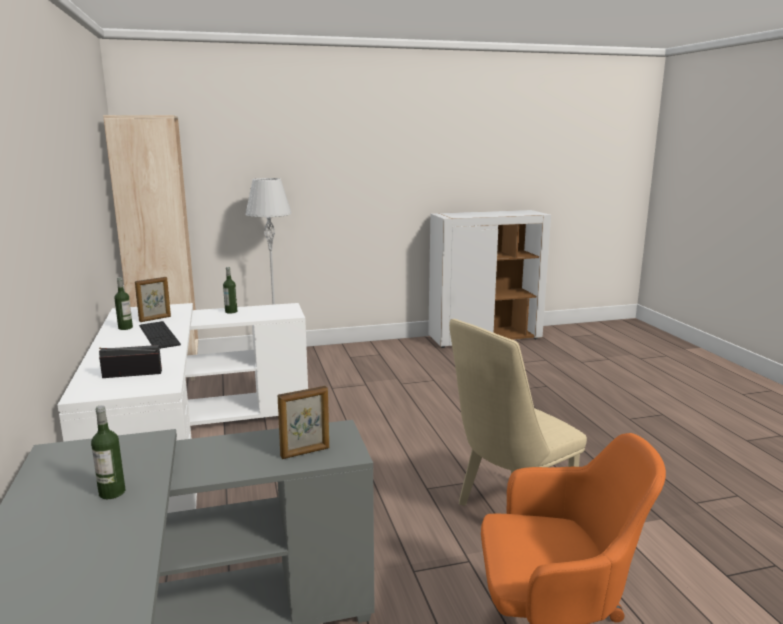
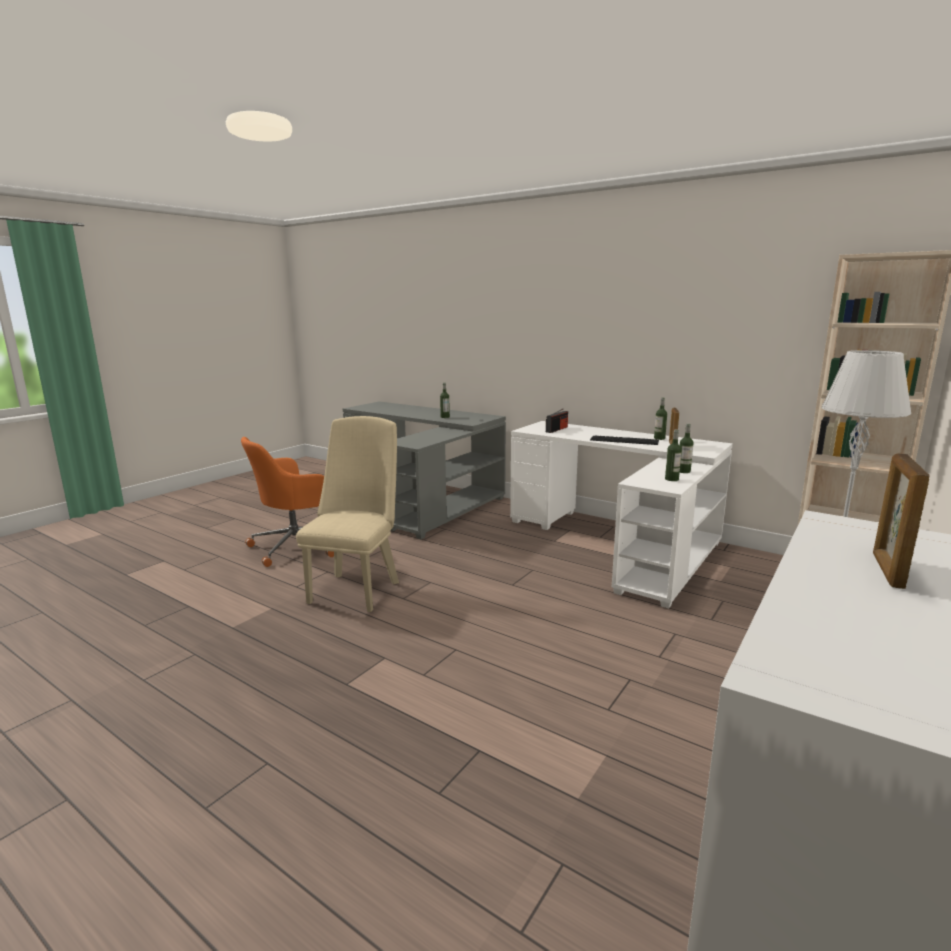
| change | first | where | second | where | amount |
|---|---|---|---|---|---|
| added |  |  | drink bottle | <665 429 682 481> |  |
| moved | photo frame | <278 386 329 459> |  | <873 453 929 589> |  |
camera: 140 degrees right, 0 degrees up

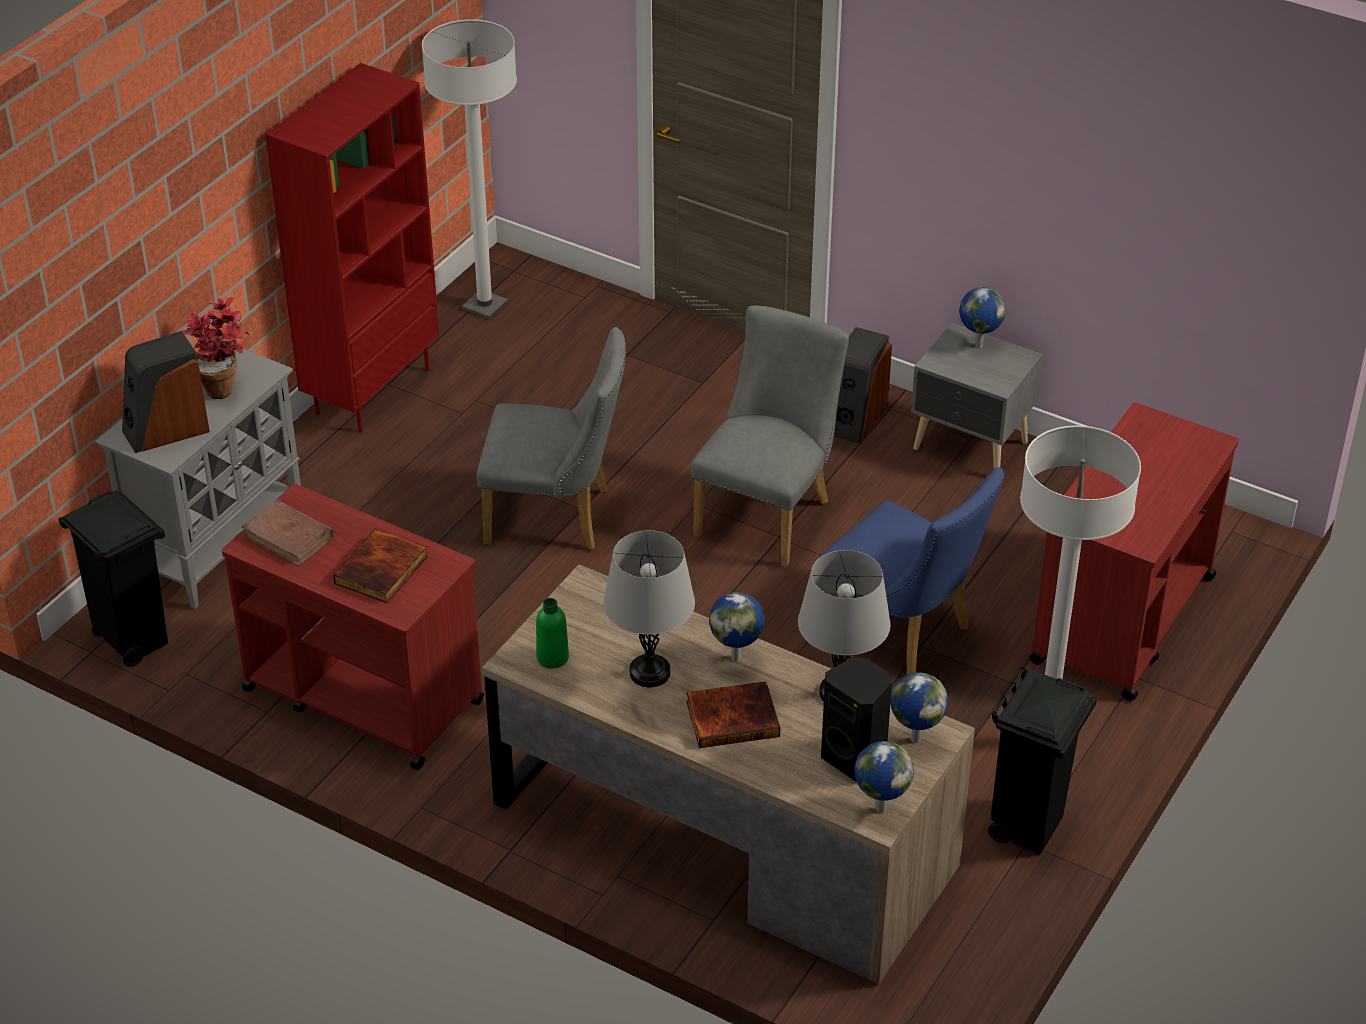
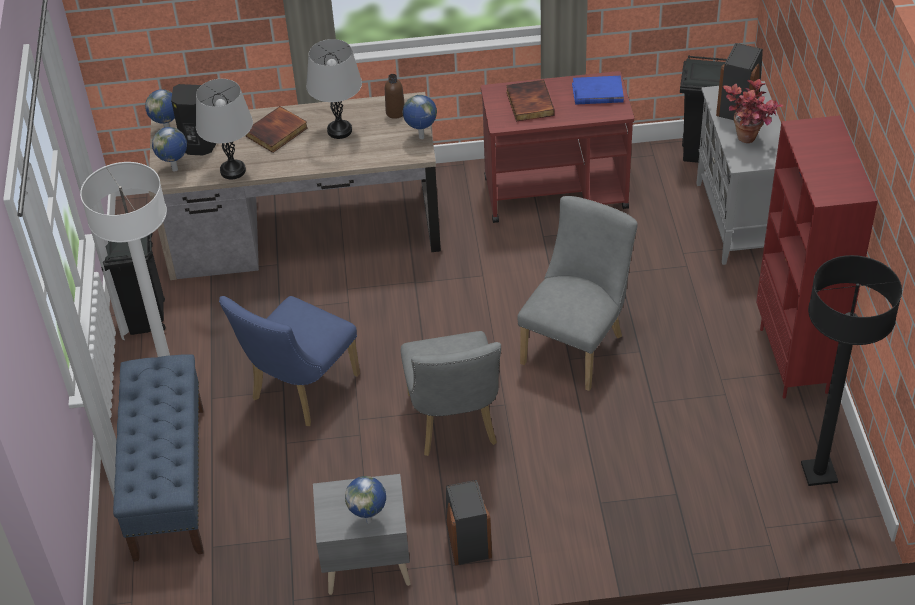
| change | first | where | second | where | amount |
|---|---|---|---|---|---|
| moved | desk globe | <709 592 765 662> |  | <403 95 437 139> |  |
| replaced | cart (red-coloured) | <1029 402 1239 701> | indoor bench (bluish) | <113 354 203 562> |  |
| recoloured | book (brown) | <241 500 334 566> | book (bluish) | <572 76 624 105> |  |
| recoloured | standing lamp (whitish) | <422 19 517 319> | standing lamp (black-coloured) | <801 255 902 486> |  |
| recoloured | drink bottle (green-coloured) | <536 598 569 669> | drink bottle (brown) | <385 74 405 119> |  |
| turned | chair (greyish) | <477 327 626 550> |  | <517 196 638 391> | 150 degrees clockwise |
| turned | chair (bluish) | <818 467 1005 675> |  | <219 296 360 426> | 60 degrees counterclockwise |
camera: 145 degrees right, 5 degrees up

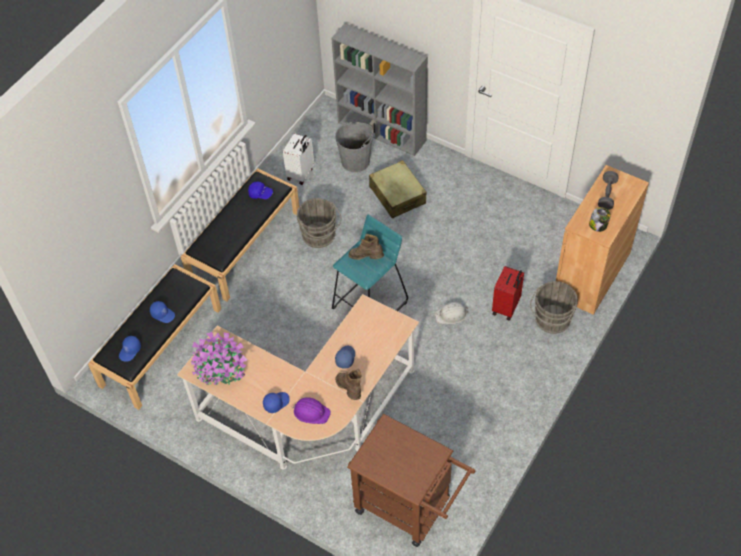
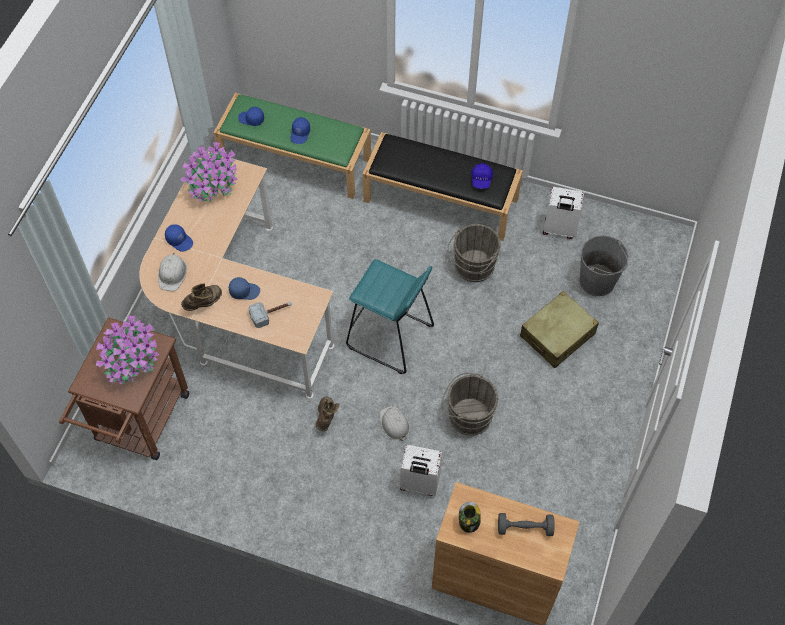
| change | first | where | second | where | amount |
|---|---|---|---|---|---|
| removed | bookcase (greyish) | <331 23 428 156> |  |  |  |
| added |  |  | houseplant | <96 316 159 384> |  |
| added |  |  | hammer | <249 302 291 328> |  |
| moved | tall boot (brown) | <348 234 384 260> |  | <316 397 340 431> |  |
| moved | water bucket (greyish) | <530 281 578 334> |  | <442 373 498 436> |  |
| recoloured | indoor bench (black-coloured) | <88 264 221 410> | indoor bench (green-coloured) | <214 93 371 199> |  |
| recoloured | safety helmet (purple) | <291 397 331 424> | safety helmet (whitish) | <158 253 187 291> |  |
| recoloured | piece of luggage (red-coloured) | <492 266 524 320> | piece of luggage (whitish) | <400 445 442 496> |  |
camera: 75 degrees right, 5 degrees up

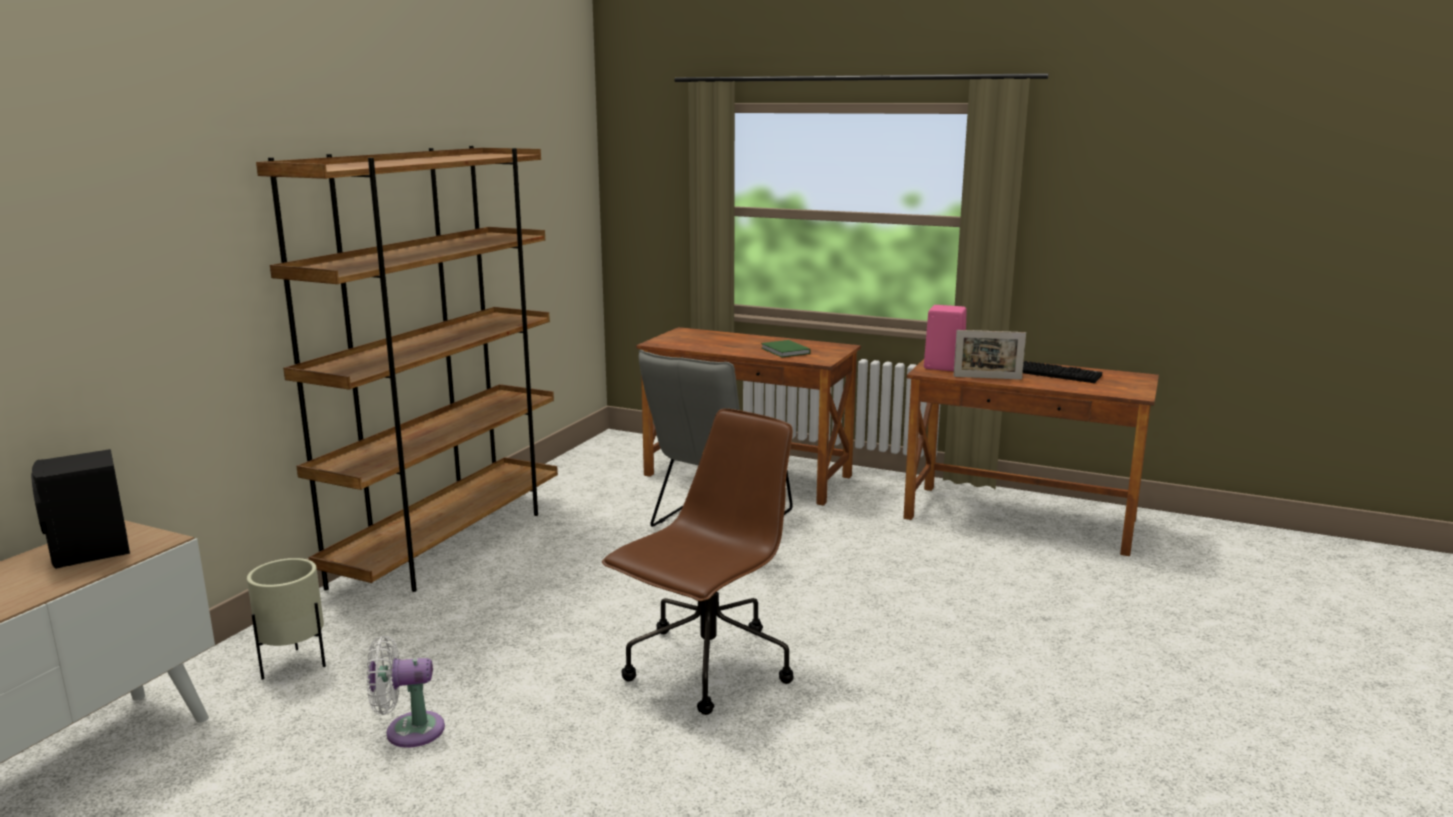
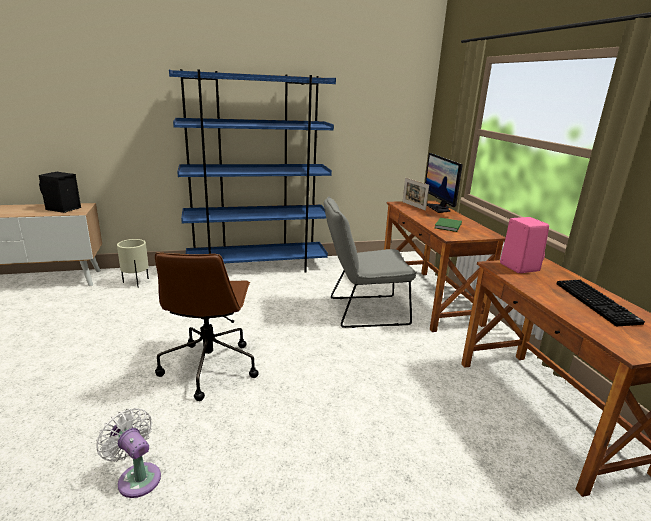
| change | first | where | second | where | amount |
|---|---|---|---|---|---|
| added |  |  | computer screen | <425 153 463 213> |  |
| moved | cooling fan (whitish) | <367 636 445 748> |  | <96 408 161 498> |  |
| moved | photo frame | <953 330 1026 380> |  | <403 178 429 211> |  |
| recoloured | bookcase (brown) | <256 146 558 592> | bookcase (bluish) | <169 69 336 273> |  |
| turned | desk chair (brown) | <602 409 793 715> |  | <155 253 259 401> | 90 degrees clockwise |
camera: 50 degrees right, 5 degrees up

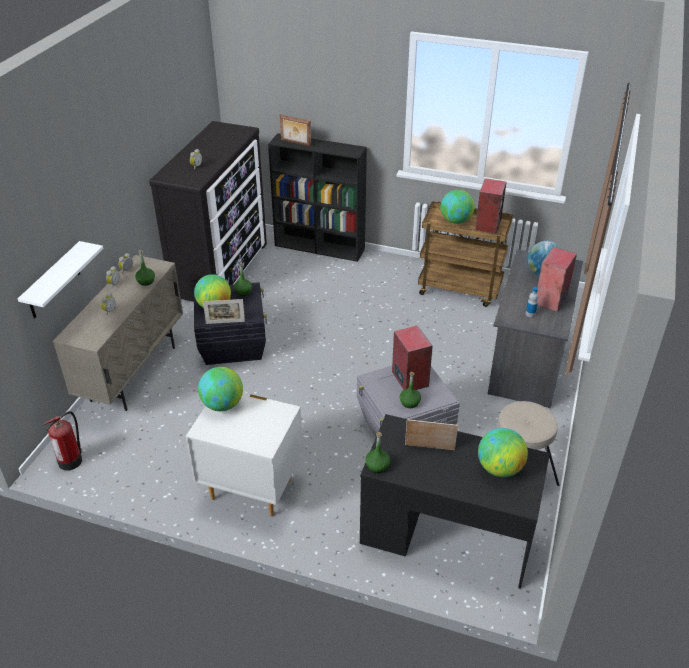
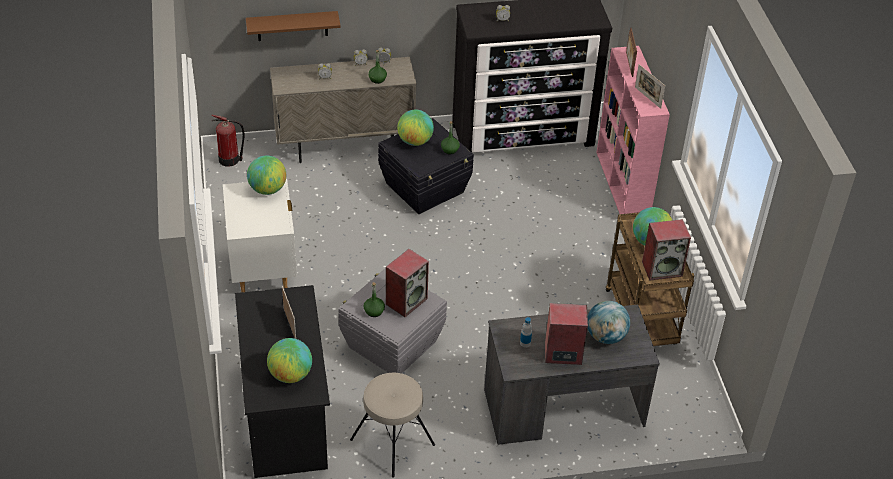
| change | first | where | second | where | amount |
|---|---|---|---|---|---|
| removed | drink bottle (green-coloured) | <365 432 390 473> |  |  |  |
| moved | photo frame | <203 299 245 324> |  | <635 64 665 109> |  |
| recoloured | wall shelf (whitish) | <18 241 103 319> | wall shelf (brown) | <246 11 341 41> |  |
| recoloured | bookcase (black-coloured) | <268 133 367 262> | bookcase (pink) | <597 46 670 214> |  |
camera: 60 degrees right, 5 degrees up

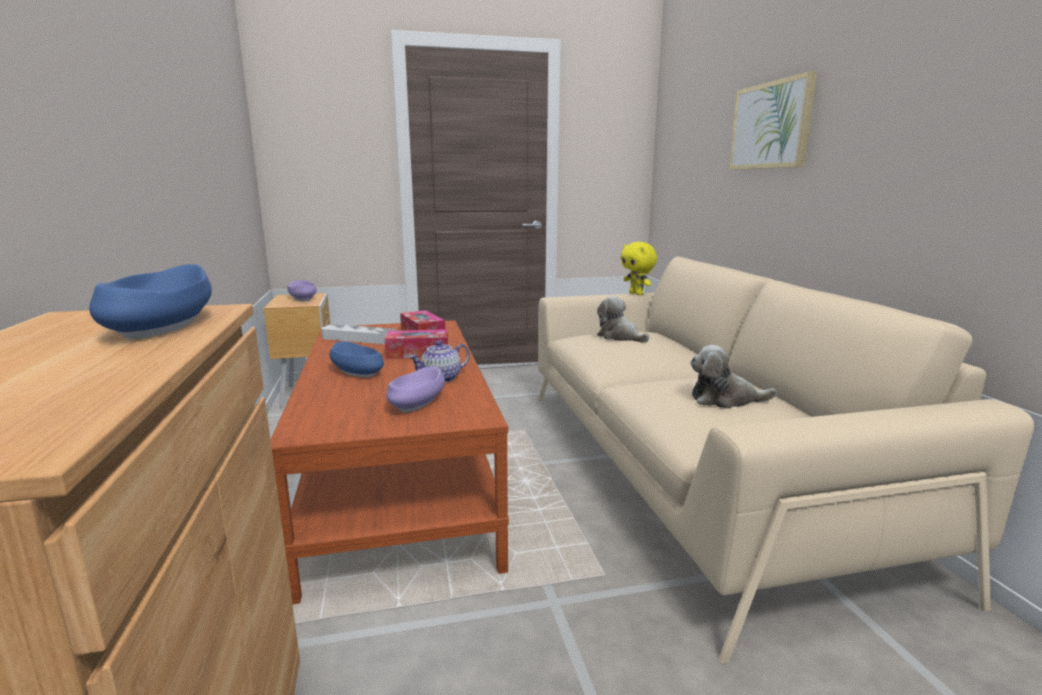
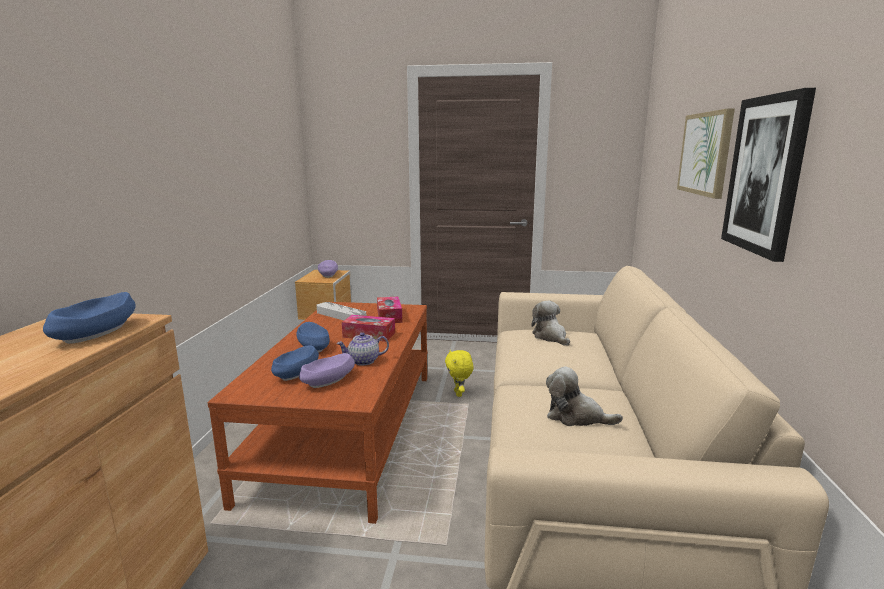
| change | first | where | second | where | amount |
|---|---|---|---|---|---|
| added |  |  | deep dish (bluish) | <271 345 319 381> |  |
| added |  |  | wall art | <721 88 816 262> |  |
| moved | plush toy (yellowish) | <621 242 657 295> |  | <445 350 473 397> |  |
camera: 20 degrees right, 0 degrees up

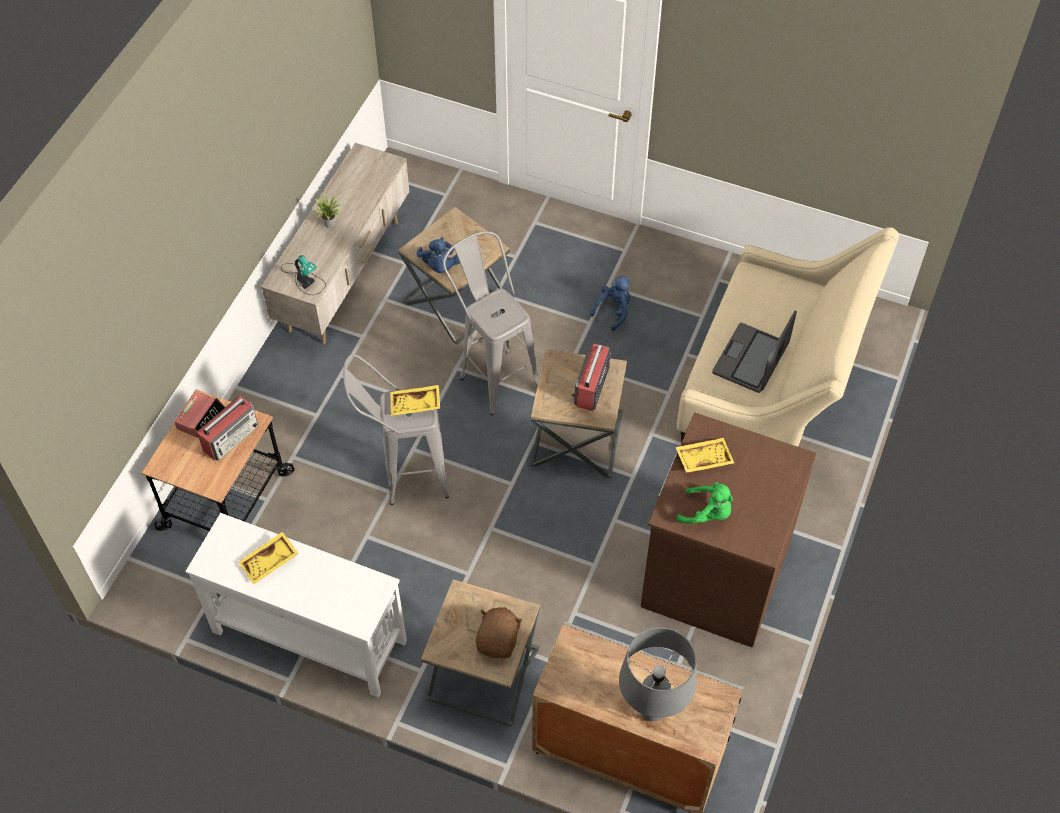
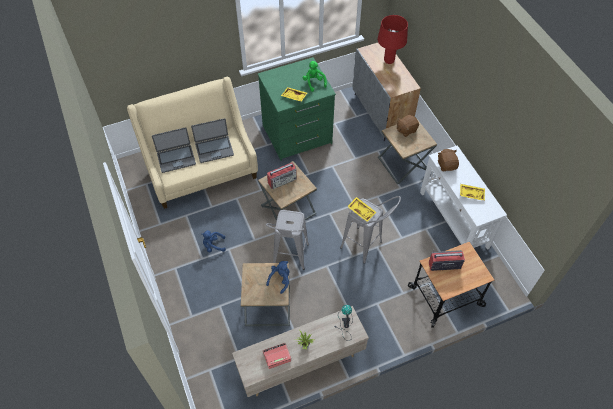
| change | first | where | second | where | amount |
|---|---|---|---|---|---|
| added |  |  | laptop | <152 127 196 173> |  |
| added |  |  | plush toy (brown) | <438 149 459 171> |  |
| moved | table clock | <174 391 225 438> |  | <263 343 291 369> |  |
| recoloured | tabletop lamp (greyish) | <619 627 697 722> | tabletop lamp (red-coloured) | <378 15 408 64> |  |
| recoloured | drawer chest (brown) | <641 413 817 647> | drawer chest (green-coloured) | <258 57 336 161> |  |
camera: 135 degrees left, 0 degrees up

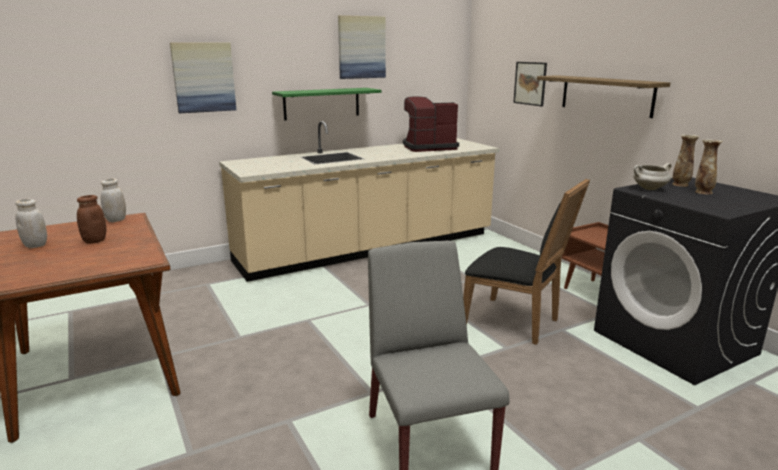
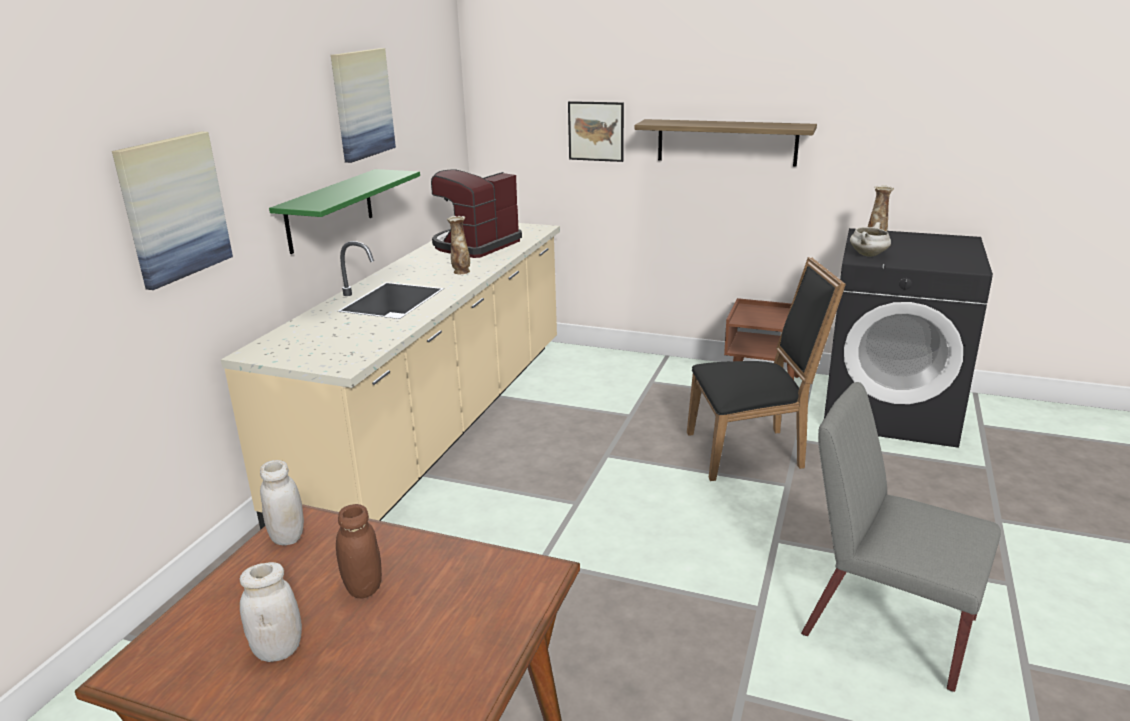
| change | first | where | second | where | amount |
|---|---|---|---|---|---|
| moved | decorative vase | <695 139 722 194> |  | <447 216 470 274> |  |
camera: 40 degrees left, 5 degrees up

